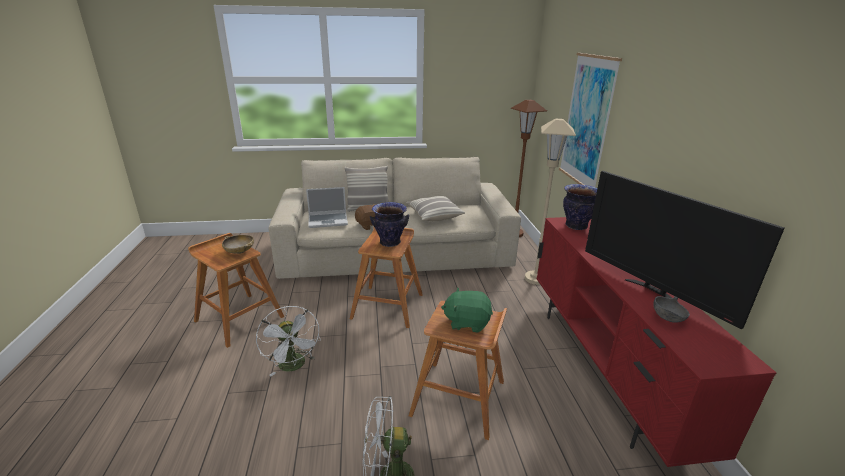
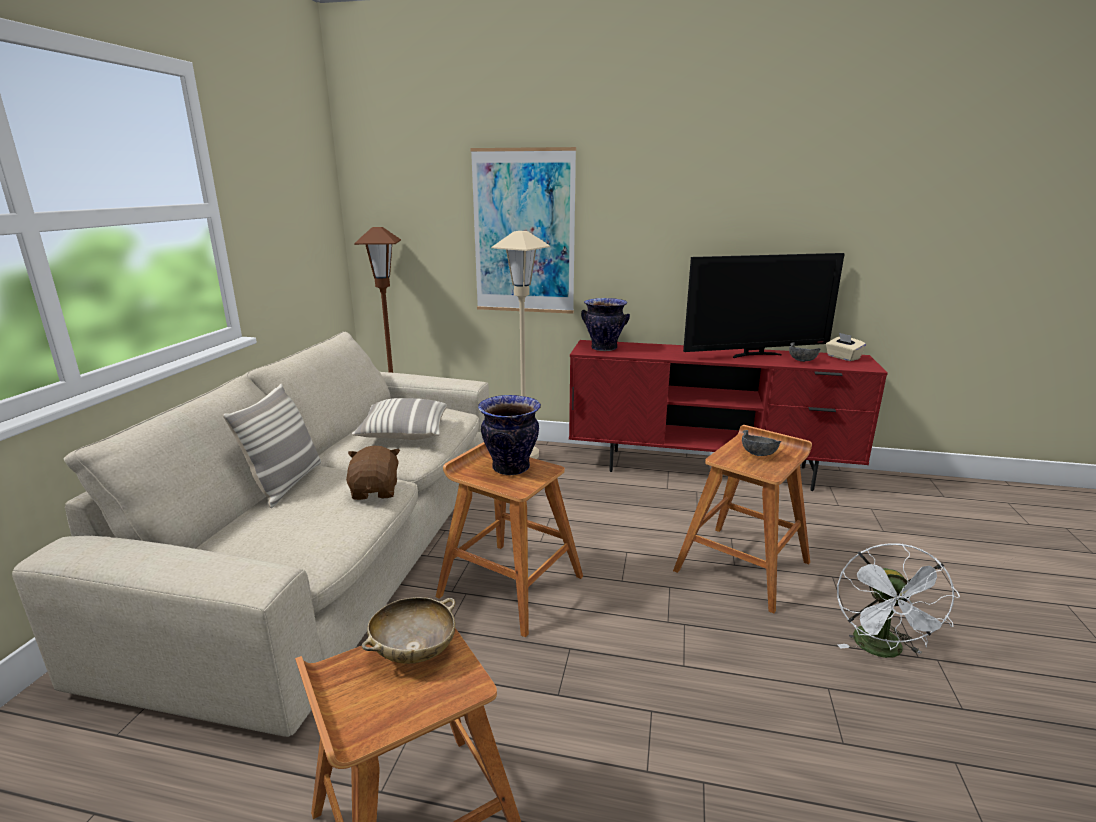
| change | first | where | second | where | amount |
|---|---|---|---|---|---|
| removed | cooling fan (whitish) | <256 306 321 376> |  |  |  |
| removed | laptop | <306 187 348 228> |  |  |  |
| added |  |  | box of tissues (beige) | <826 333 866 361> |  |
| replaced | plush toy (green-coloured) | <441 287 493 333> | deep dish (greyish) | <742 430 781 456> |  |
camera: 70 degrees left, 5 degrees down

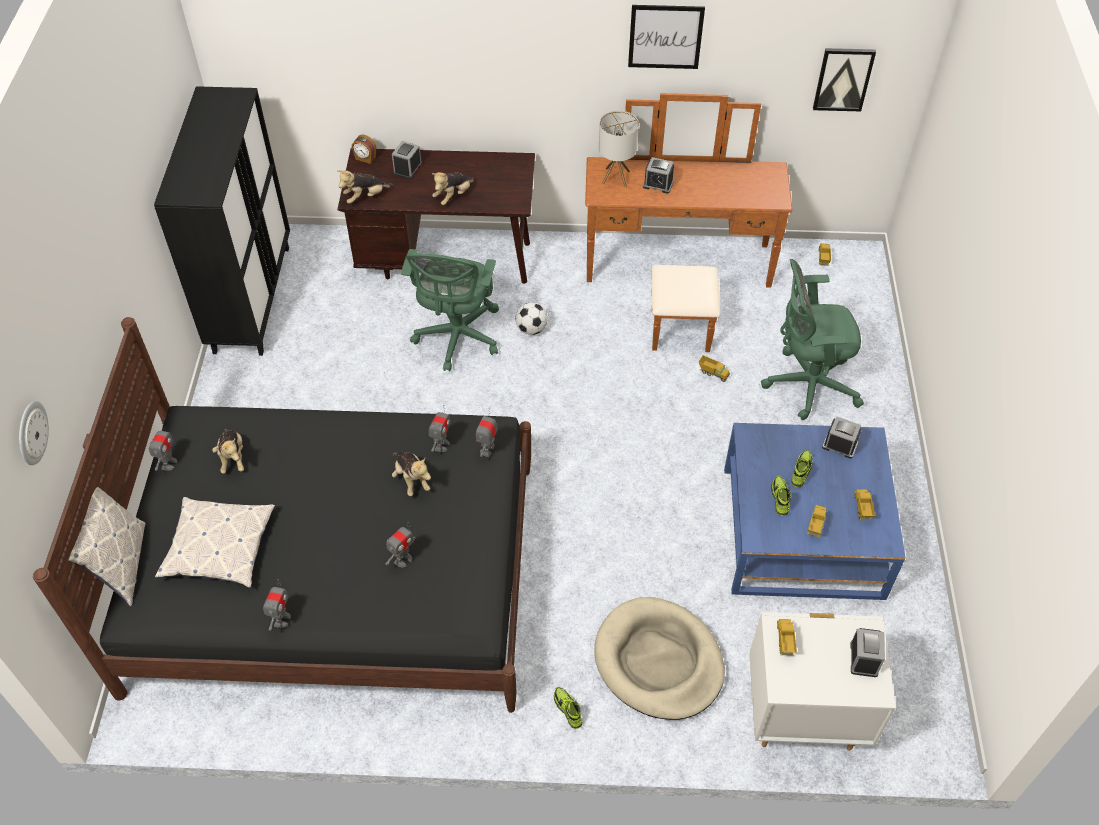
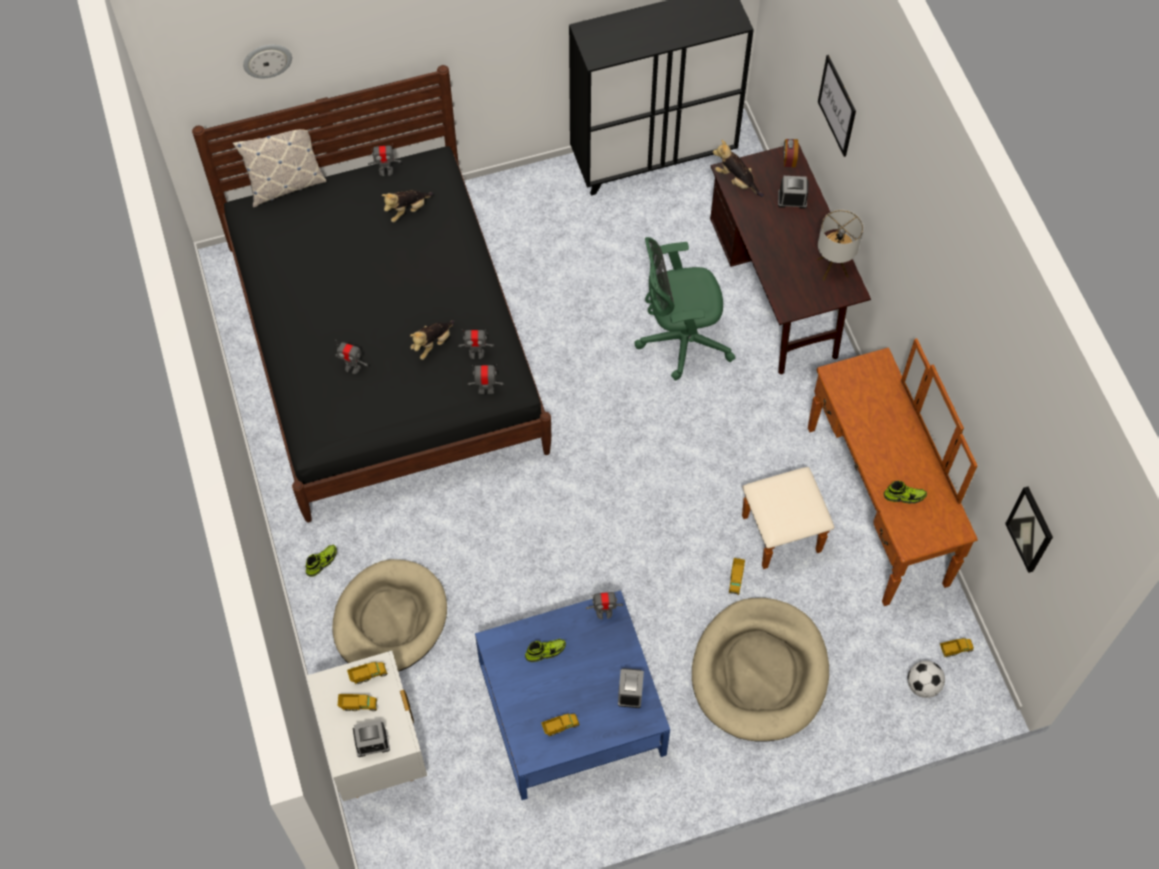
| change | first | where | second | where | amount |
|---|---|---|---|---|---|
| removed | throw pillow | <155 497 275 588> |  |  |  |
| removed | plush toy | <432 172 475 205> |  |  |  |
| removed | table clock | <643 157 674 194> |  |  |  |
| moved | robot figure | <263 582 291 631> |  | <586 592 623 619> |  |
| moved | football | <515 302 548 335> |  | <907 661 945 698> |  |
| moved | tabletop lamp | <599 111 639 187> |  | <817 210 863 281> |  |
| moved | wall art | <628 5 705 69> |  | <818 55 856 157> |  |
| moved | low shoe | <791 450 812 488> |  | <884 481 927 504> |  |
| moved | model truck | <808 505 827 538> |  | <338 694 377 711> |  |
| replaced | desk chair (green-coloured) | <761 259 864 420> | dog bed (beige) | <692 598 829 742> |  |
camera: 70 degrees right, 10 degrees up

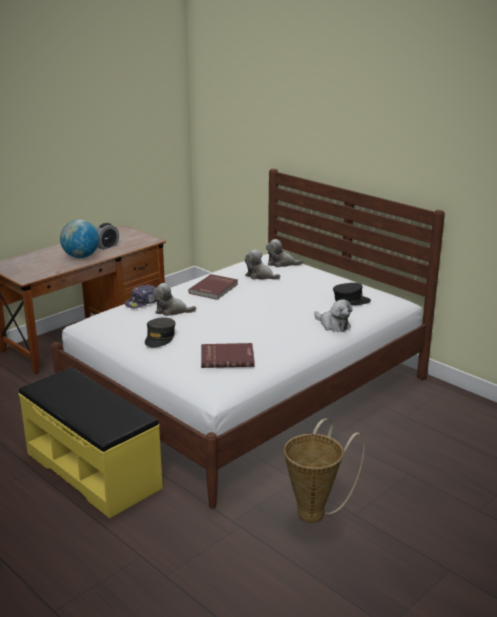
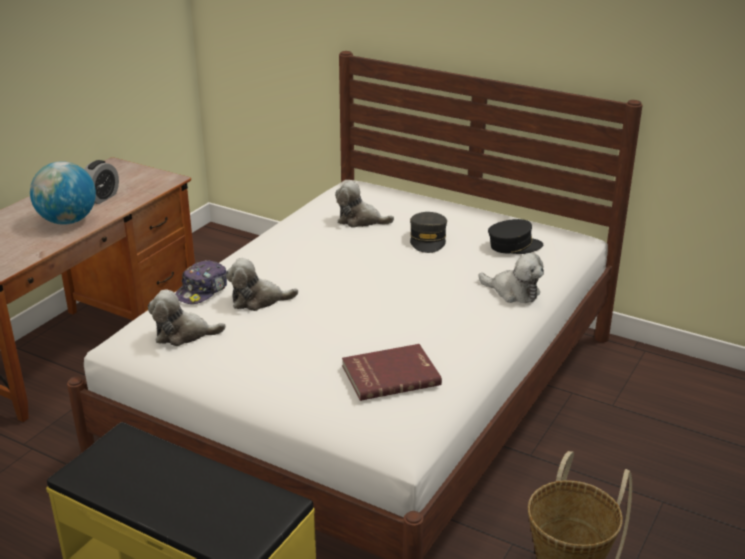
| change | first | where | second | where | amount |
|---|---|---|---|---|---|
| removed | book (red-coloured) | <188 274 238 300> |  |  |  |
| moved | peaked cap (greyish) | <145 317 175 347> |  | <410 212 447 253> |  |
| moved | plush toy | <266 239 303 267> |  | <148 290 226 346> |  |
camera: 15 degrees left, 5 degrees up

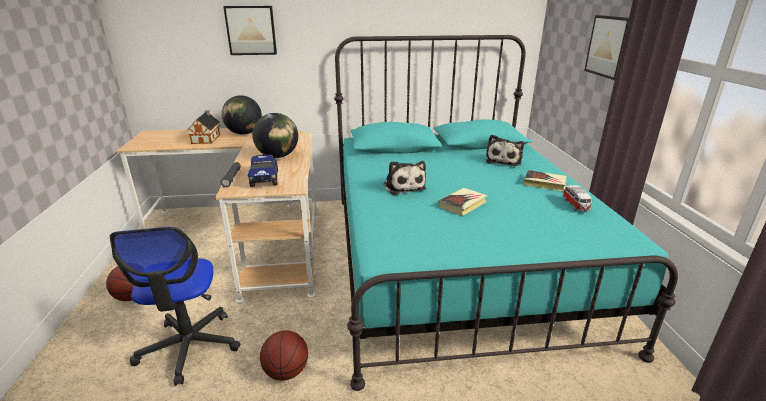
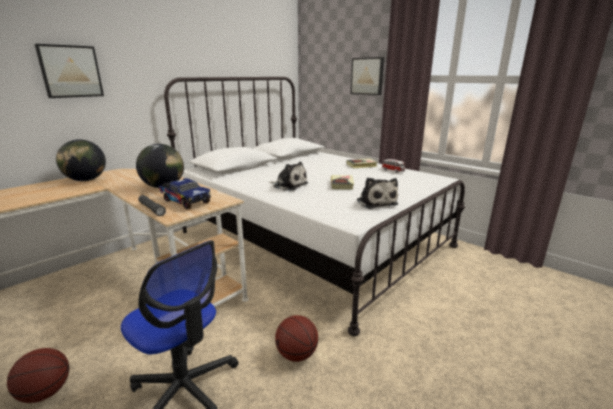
| change | first | where | second | where | amount |
|---|---|---|---|---|---|
| removed | miniature house | <187 110 220 144> |  |  |  |
| moved | plush toy | <486 135 524 166> |  | <357 178 398 209> |  |
| recoloured | sleeping bed (turquoise) | <334 35 678 391> | sleeping bed (whitish) | <164 77 465 336> |  |
camera: 40 degrees left, 5 degrees down

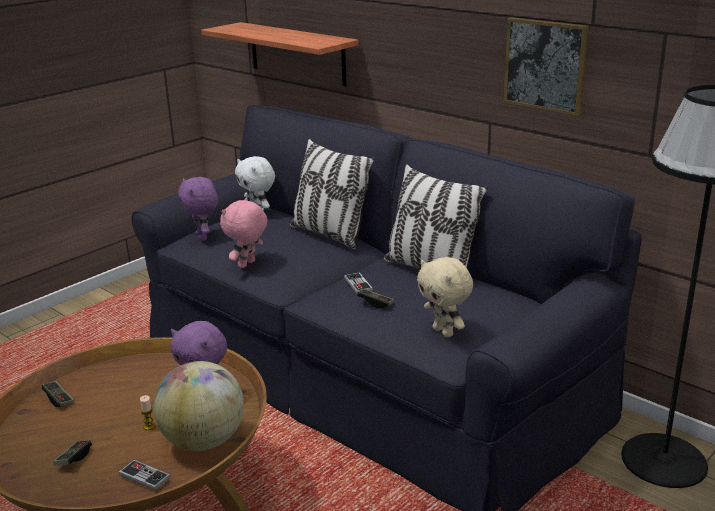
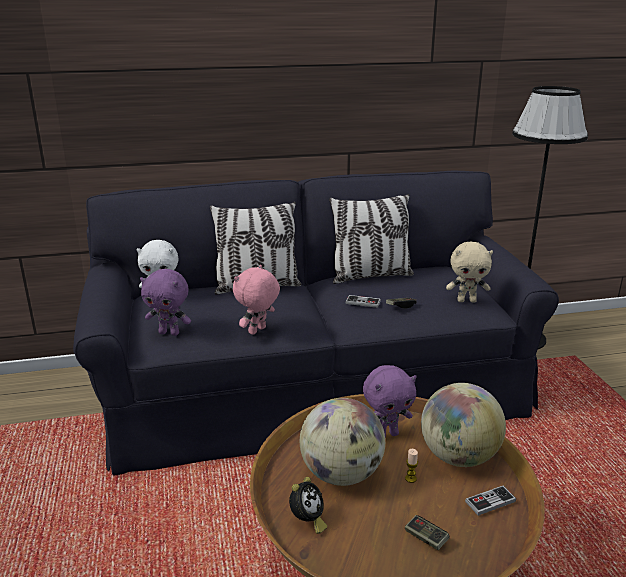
| change | first | where | second | where | amount |
|---|---|---|---|---|---|
| removed | wall shelf | <201 22 359 87> |  |  |  |
| removed | wall art | <504 17 589 116> |  |  |  |
| added |  |  | desk globe | <300 398 385 486> |  |
| replaced | joypad | <42 381 75 407> | table clock | <289 477 327 534> |  |
| turned | plush toy (pink) | <220 198 267 268> |  | <233 265 280 335> | 60 degrees clockwise |
camera: 55 degrees left, 0 degrees up

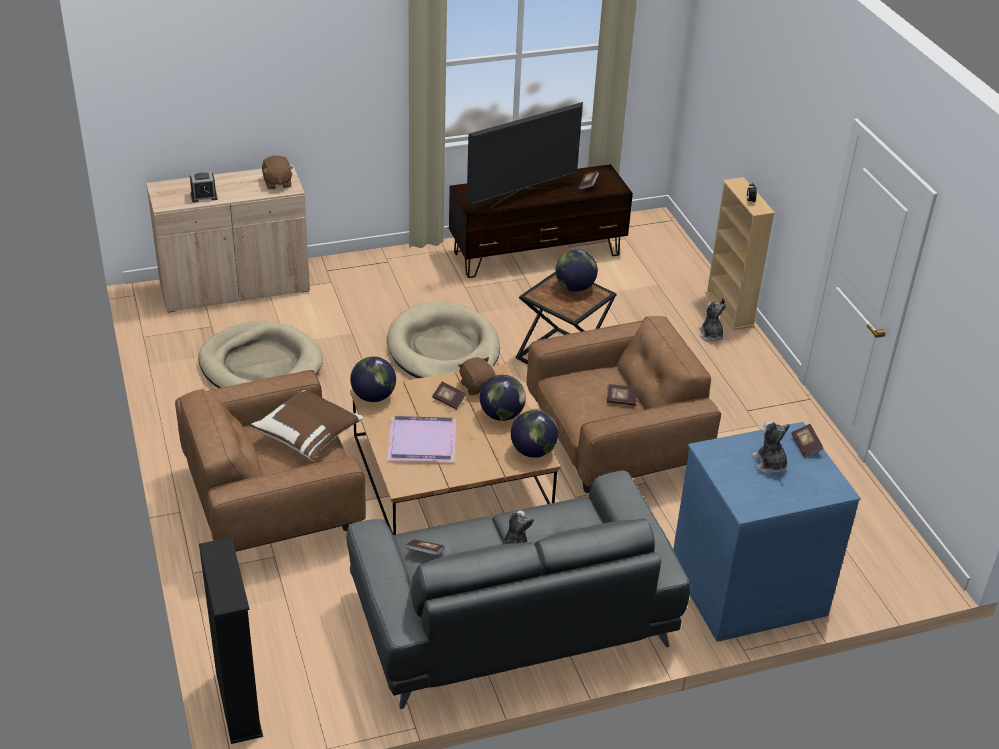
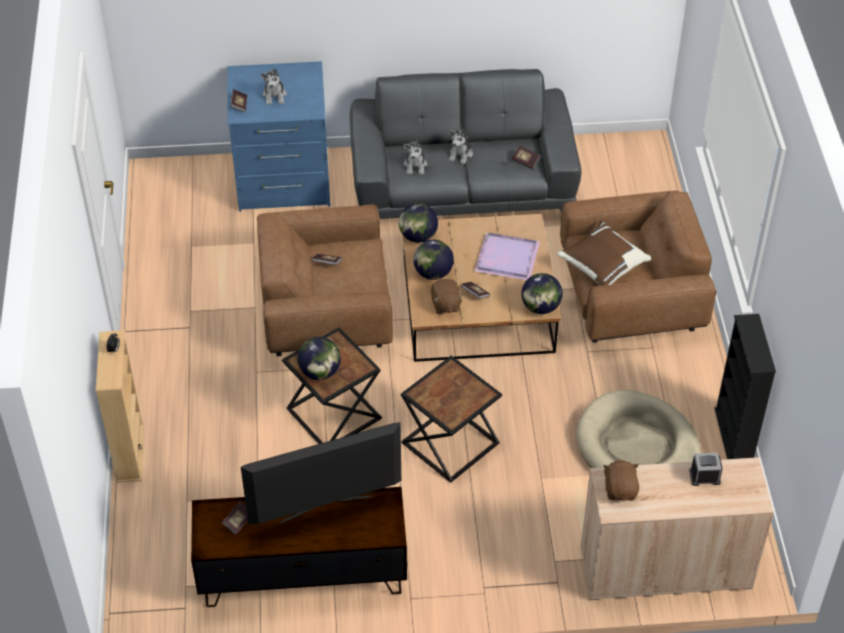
| change | first | where | second | where | amount |
|---|---|---|---|---|---|
| moved | bookcase (black-coloured) | <199 537 263 744> |  | <714 314 776 459> |  |
| moved | plush toy | <699 301 726 342> |  | <403 140 427 174> |  |
| replaced | dog bed (beige) | <387 301 500 378> | end table (black-coloured) | <401 355 502 483> |  |
camera: 165 degrees left, 10 degrees up

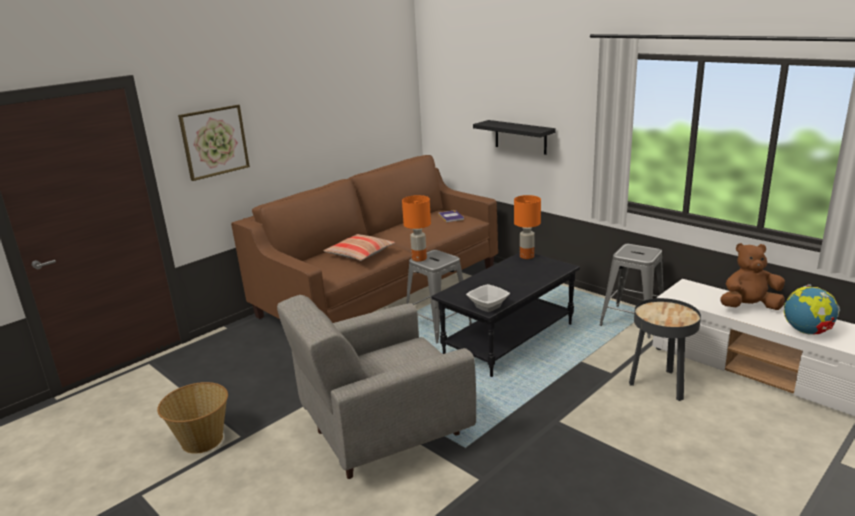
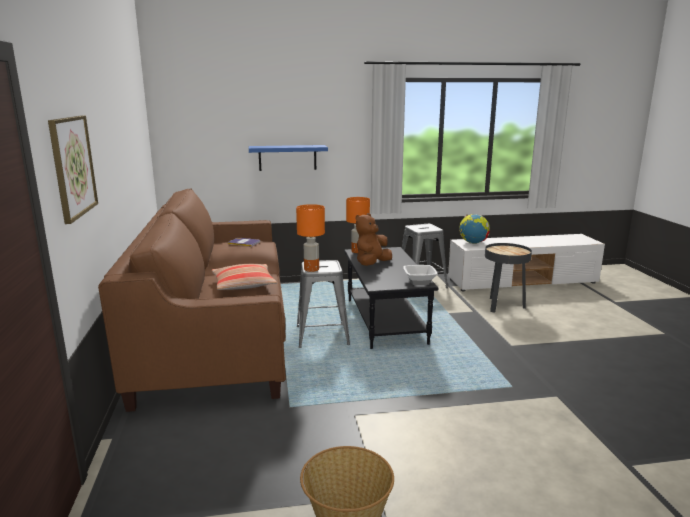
| change | first | where | second | where | amount |
|---|---|---|---|---|---|
| removed | lounge chair (greyish) | <277 295 476 479> |  |  |  |
| moved | plush toy (brown) | <720 243 785 310> |  | <356 213 392 266> |  |
| moved | desk globe | <784 284 840 335> |  | <459 214 490 244> |  |
| recoloured | wall shelf (black-coloured) | <473 120 556 155> | wall shelf (bluish) | <249 145 328 171> |  |
camera: 55 degrees left, 5 degrees down

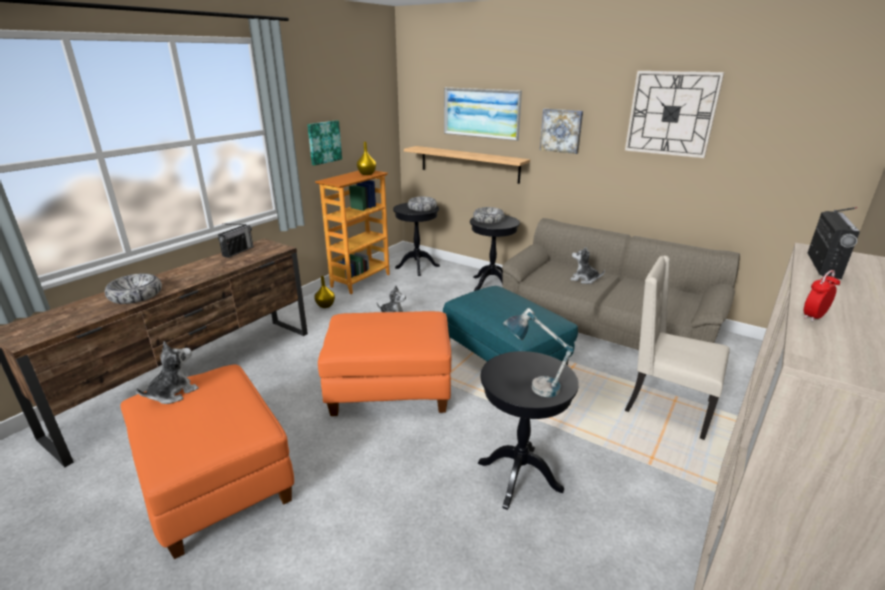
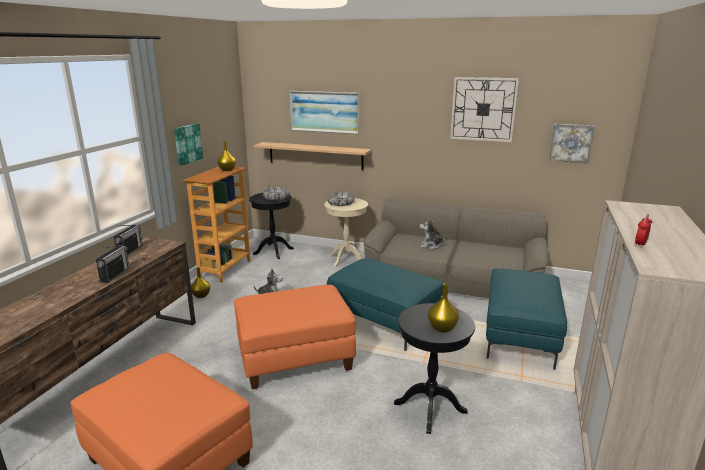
| change | first | where | second | where | amount |
|---|---|---|---|---|---|
| removed | deep dish | <105 273 162 304> |  |  |  |
| removed | plush toy | <136 341 199 404> |  |  |  |
| moved | wall art | <540 109 583 154> |  | <549 124 595 164> |  |
| moved | radio | <808 207 860 279> |  | <96 245 130 283> |  |
| replaced | tabletop lamp | <503 308 574 397> | decorative vase (yellowish) | <428 283 459 333> |  |
| replaced | chair (beige) | <625 256 730 440> | ottoman (turquoise) | <486 268 567 370> |  |
| recoloured | end table (black-coloured) | <470 215 520 291> | end table (beige) | <324 198 368 267> |  |
camera: 15 degrees left, 5 degrees down

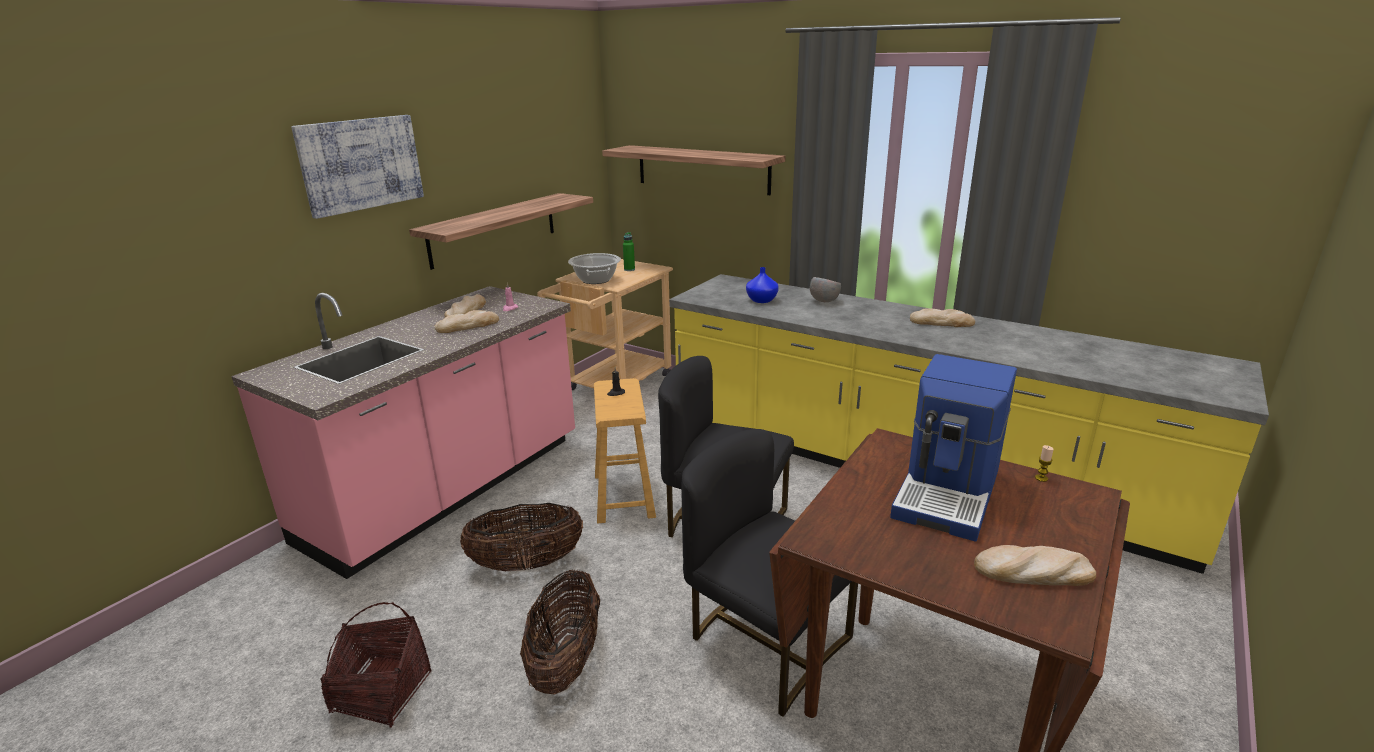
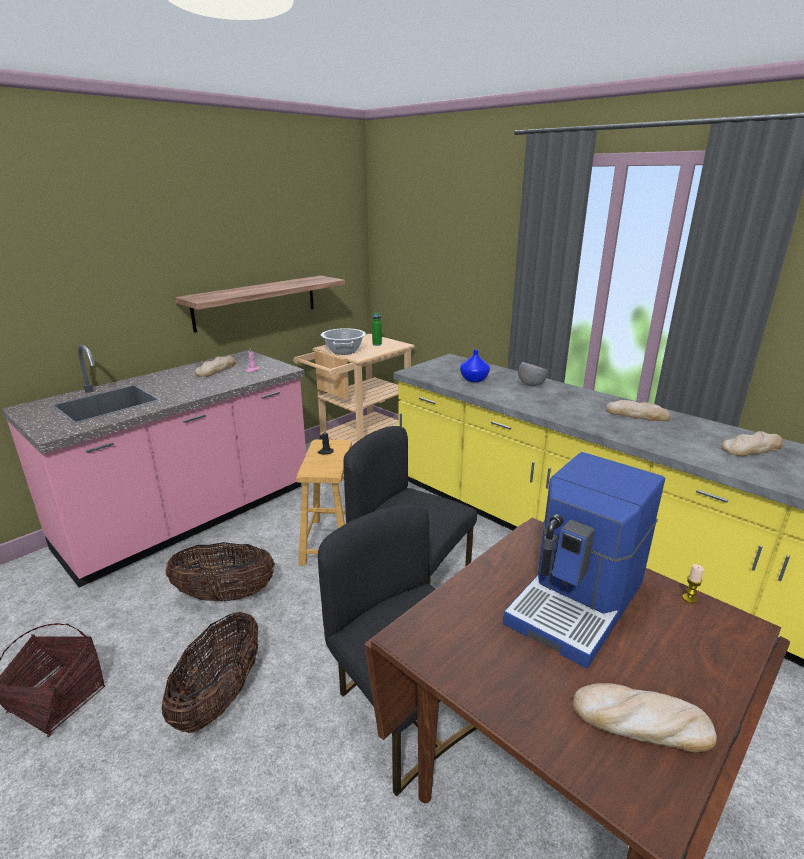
| change | first | where | second | where | amount |
|---|---|---|---|---|---|
| removed | wall art | <291 115 424 219> |  |  |  |
| removed | wall shelf | <602 145 786 195> |  |  |  |
| moved | baked bread | <435 310 499 333> |  | <722 431 784 456> |  |
camera: 10 degrees right, 0 degrees up

